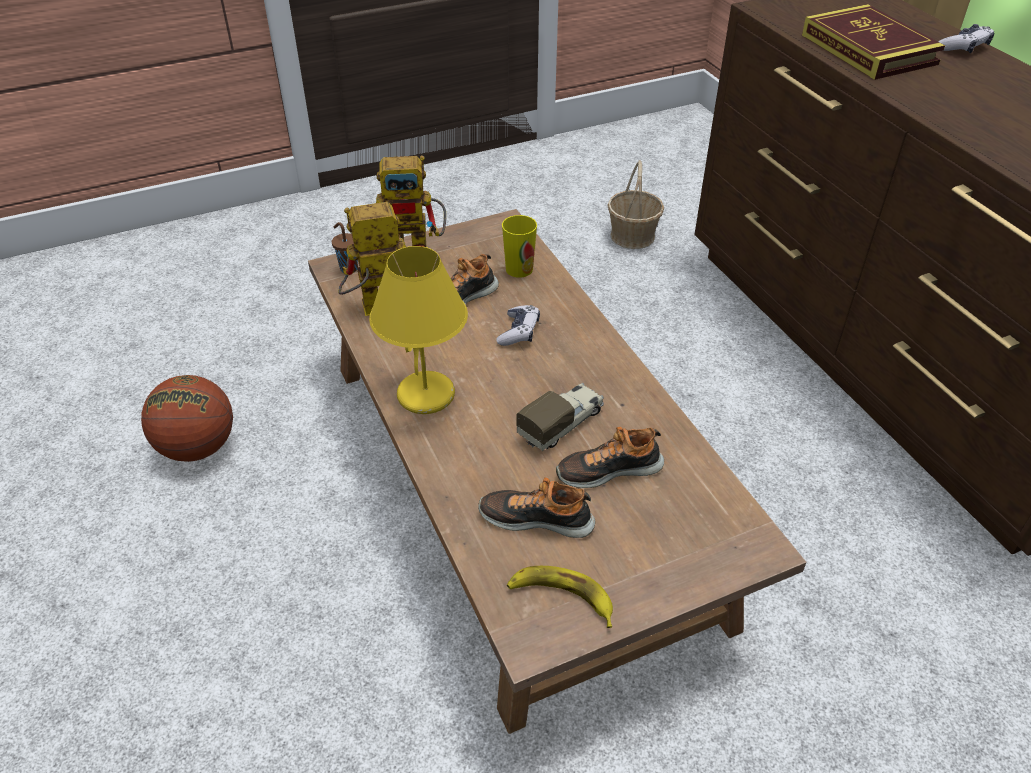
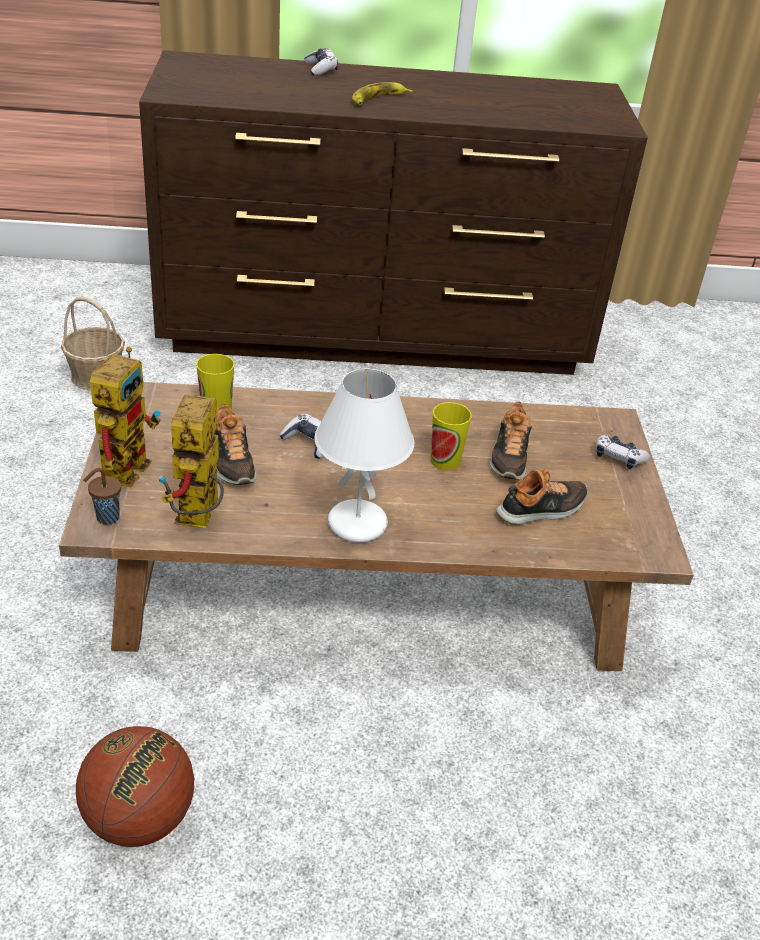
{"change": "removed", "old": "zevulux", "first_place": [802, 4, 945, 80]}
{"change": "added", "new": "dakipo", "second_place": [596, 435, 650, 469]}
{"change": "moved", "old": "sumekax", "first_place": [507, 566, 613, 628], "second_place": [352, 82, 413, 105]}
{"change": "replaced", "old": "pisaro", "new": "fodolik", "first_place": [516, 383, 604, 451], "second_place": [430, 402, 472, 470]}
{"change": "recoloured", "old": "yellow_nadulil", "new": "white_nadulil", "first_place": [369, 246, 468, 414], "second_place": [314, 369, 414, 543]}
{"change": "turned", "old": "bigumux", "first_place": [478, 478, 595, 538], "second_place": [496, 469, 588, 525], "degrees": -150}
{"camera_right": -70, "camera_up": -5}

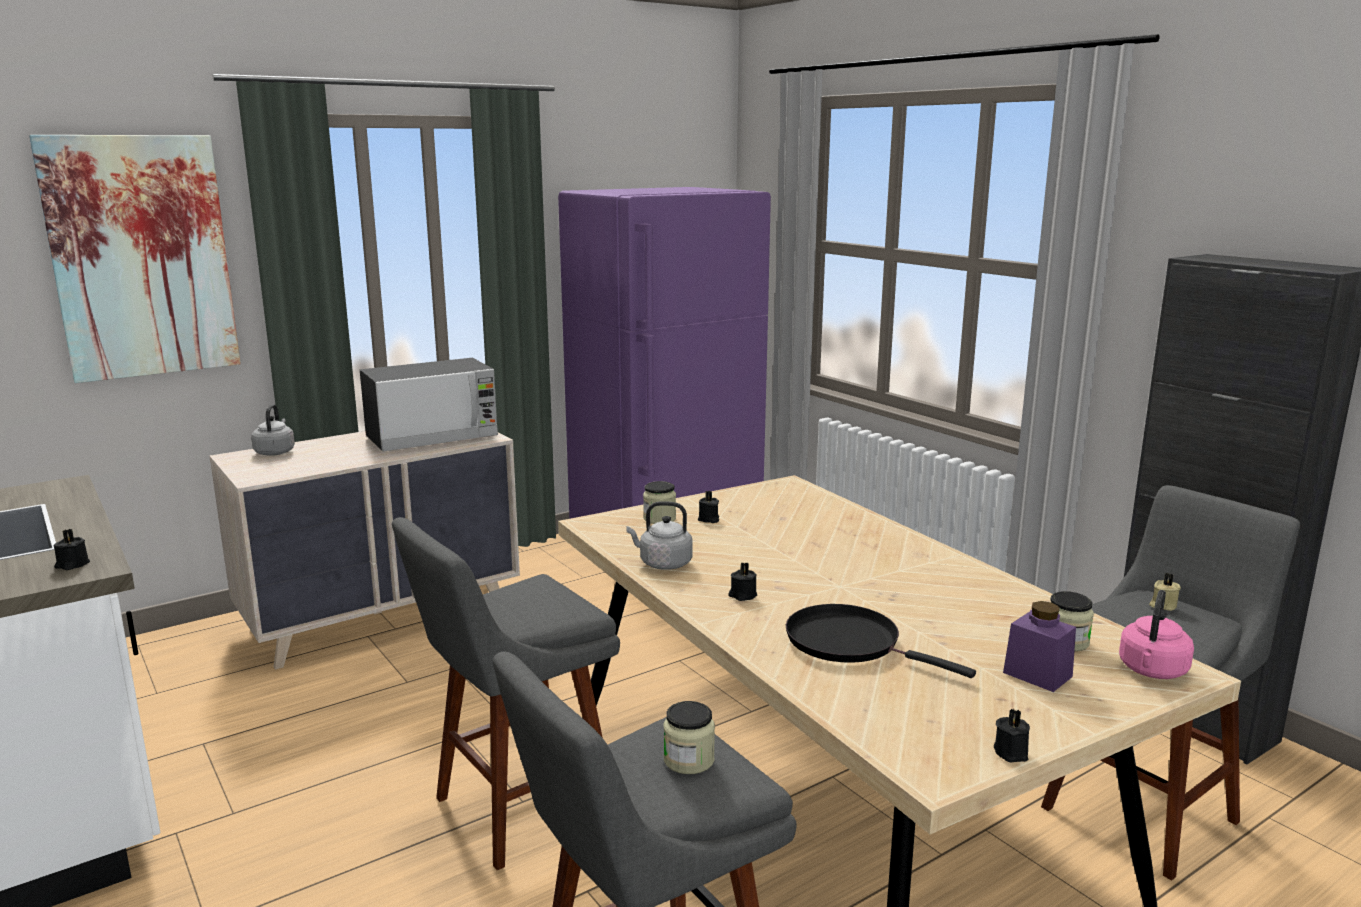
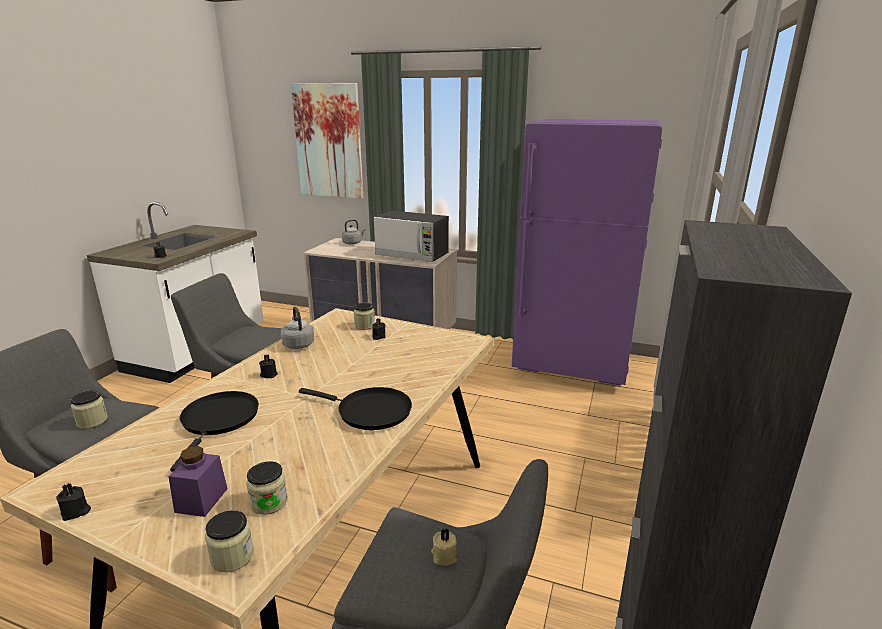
{"change": "added", "new": "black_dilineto", "second_place": [299, 387, 412, 430]}
{"change": "replaced", "old": "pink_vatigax", "new": "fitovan", "first_place": [1119, 590, 1194, 679], "second_place": [205, 510, 254, 573]}
{"camera_right": 55, "camera_up": 5}

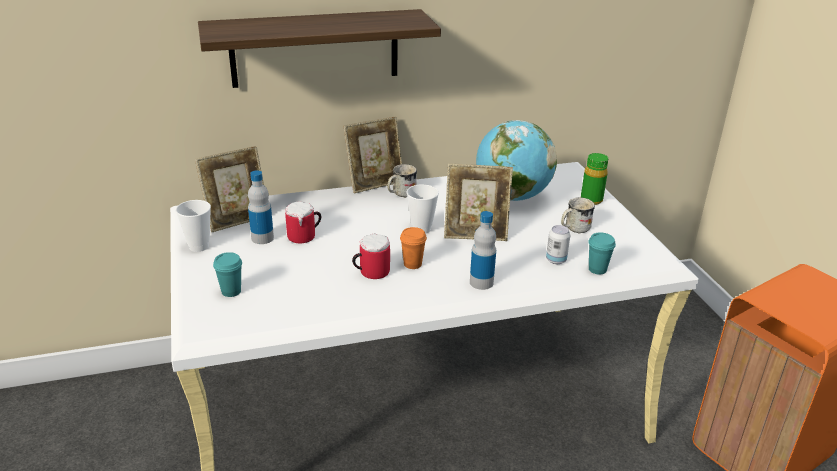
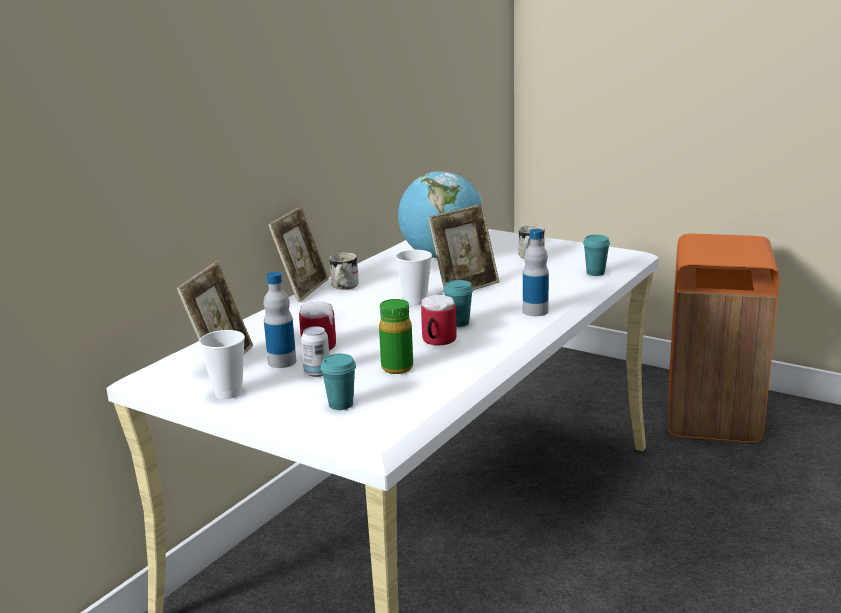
{"change": "removed", "old": "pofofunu", "first_place": [198, 9, 441, 88]}
{"change": "moved", "old": "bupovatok", "first_place": [546, 225, 570, 264], "second_place": [301, 326, 329, 377]}
{"change": "moved", "old": "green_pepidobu", "first_place": [581, 153, 608, 205], "second_place": [379, 299, 413, 374]}
{"change": "recoloured", "old": "orange_fodolik", "new": "turquoise_fodolik", "first_place": [400, 227, 427, 269], "second_place": [443, 280, 473, 327]}
{"camera_right": -40, "camera_up": -10}

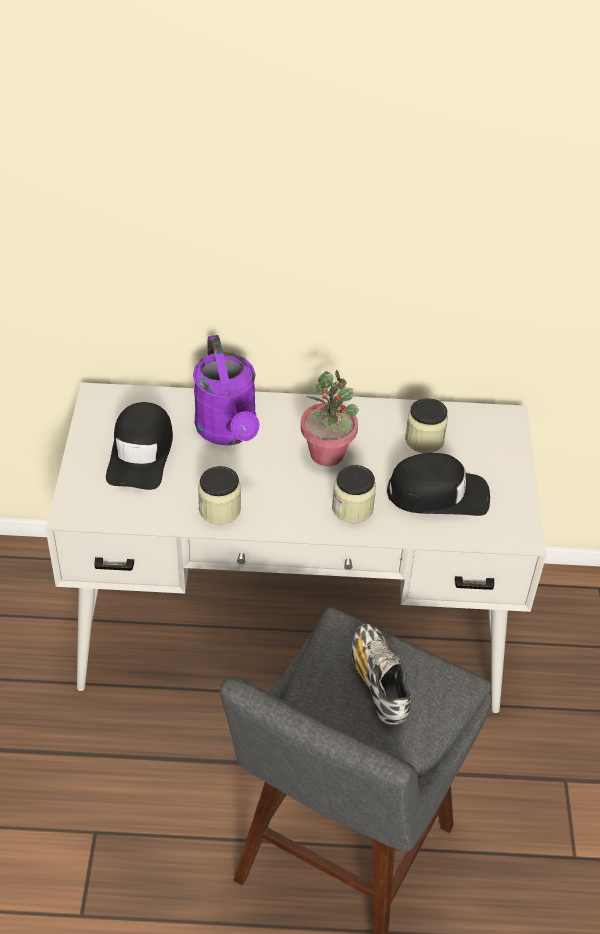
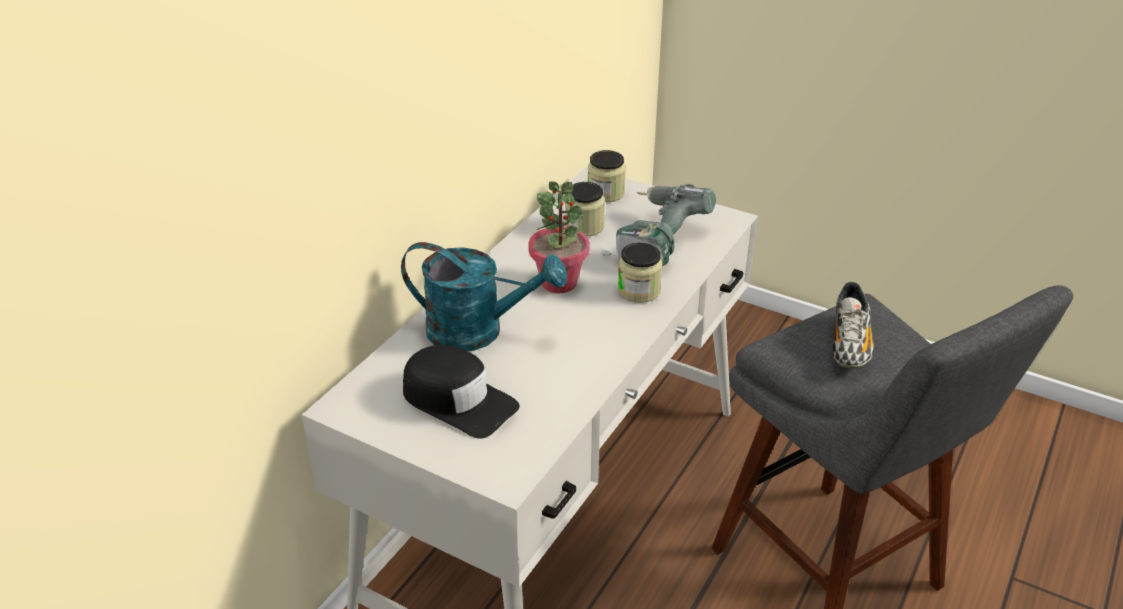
{"change": "moved", "old": "fitovan", "first_place": [198, 466, 241, 525], "second_place": [588, 150, 626, 202]}
{"change": "replaced", "old": "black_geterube", "new": "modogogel", "first_place": [387, 453, 490, 516], "second_place": [601, 184, 716, 266]}
{"change": "recoloured", "old": "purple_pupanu", "new": "turquoise_pupanu", "first_place": [193, 335, 260, 446], "second_place": [401, 242, 567, 351]}
{"change": "turned", "old": "bigumux", "first_place": [352, 624, 411, 725], "second_place": [832, 282, 874, 369], "degrees": -90}
{"camera_right": -60, "camera_up": -10}

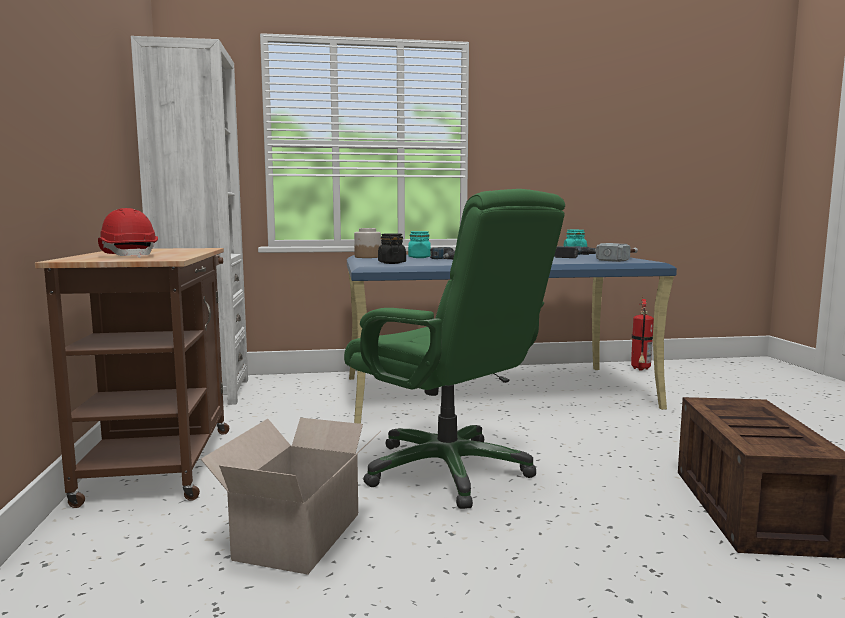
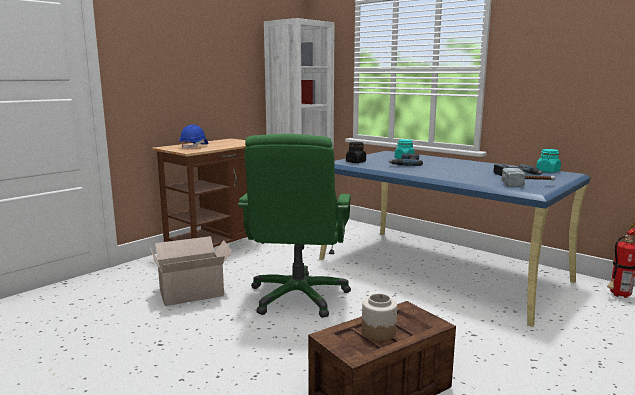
{"change": "moved", "old": "fitovan", "first_place": [354, 228, 381, 258], "second_place": [362, 294, 397, 341]}
{"change": "recoloured", "old": "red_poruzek", "new": "blue_poruzek", "first_place": [98, 208, 158, 258], "second_place": [179, 125, 208, 149]}
{"camera_right": 50, "camera_up": 5}

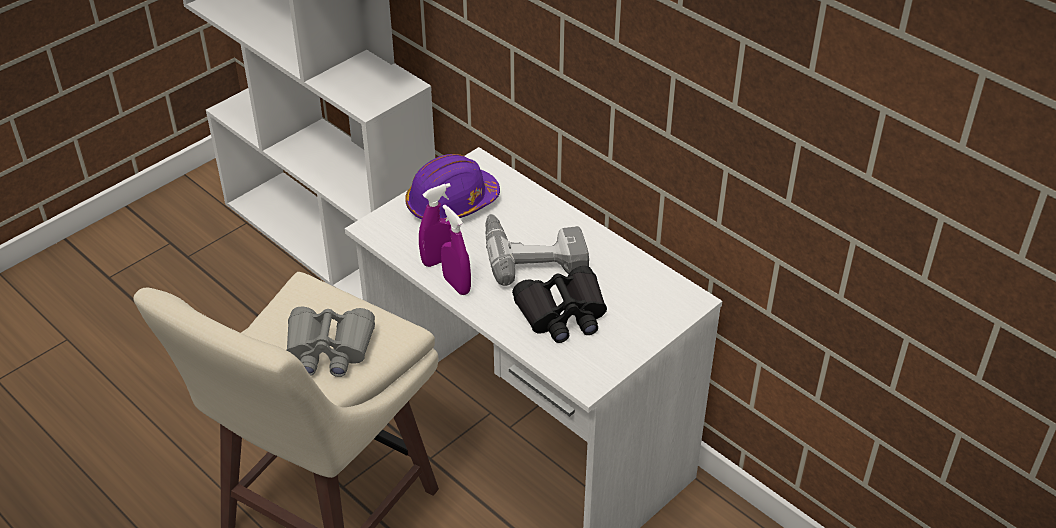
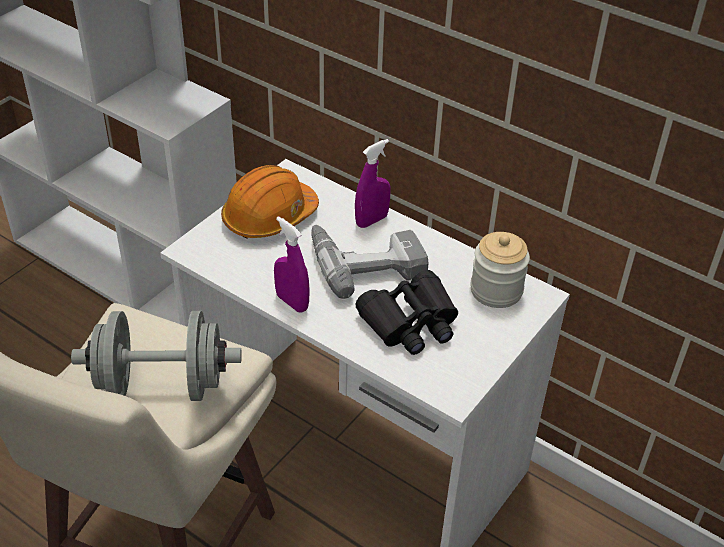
{"change": "added", "new": "fitovan", "second_place": [470, 232, 530, 308]}
{"change": "moved", "old": "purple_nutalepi", "first_place": [419, 183, 452, 267], "second_place": [355, 139, 390, 228]}
{"change": "replaced", "old": "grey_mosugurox", "new": "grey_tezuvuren", "first_place": [286, 306, 375, 377], "second_place": [71, 311, 242, 401]}
{"change": "recoloured", "old": "purple_poruzek", "new": "orange_poruzek", "first_place": [405, 154, 500, 219], "second_place": [221, 165, 319, 238]}
{"camera_right": -10, "camera_up": 0}

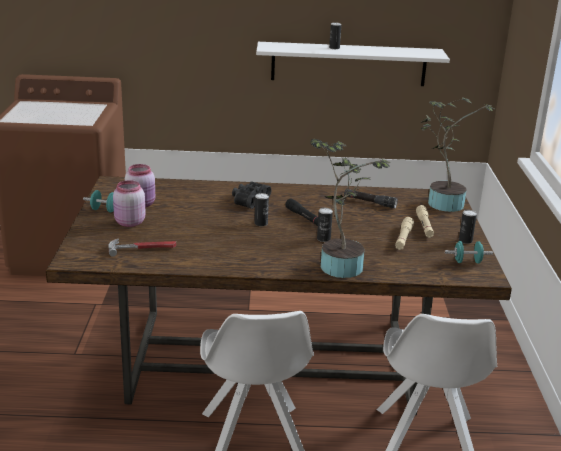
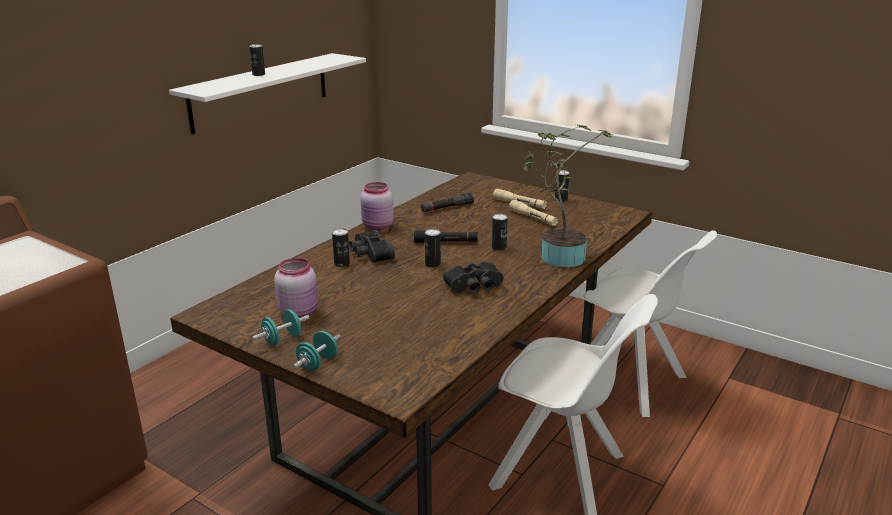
{"change": "removed", "old": "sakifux", "first_place": [109, 238, 176, 257]}
{"change": "removed", "old": "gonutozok", "first_place": [420, 98, 494, 212]}
{"change": "added", "new": "bupovatok", "second_place": [332, 228, 350, 267]}
{"change": "added", "new": "black_mosugurox", "second_place": [443, 261, 504, 293]}
{"change": "moved", "old": "pink_fitovan", "first_place": [113, 180, 146, 227], "second_place": [361, 182, 394, 230]}
{"change": "moved", "old": "turquoise_tezuvuren", "first_place": [445, 241, 493, 264], "second_place": [293, 331, 340, 371]}
{"camera_right": -55, "camera_up": 0}

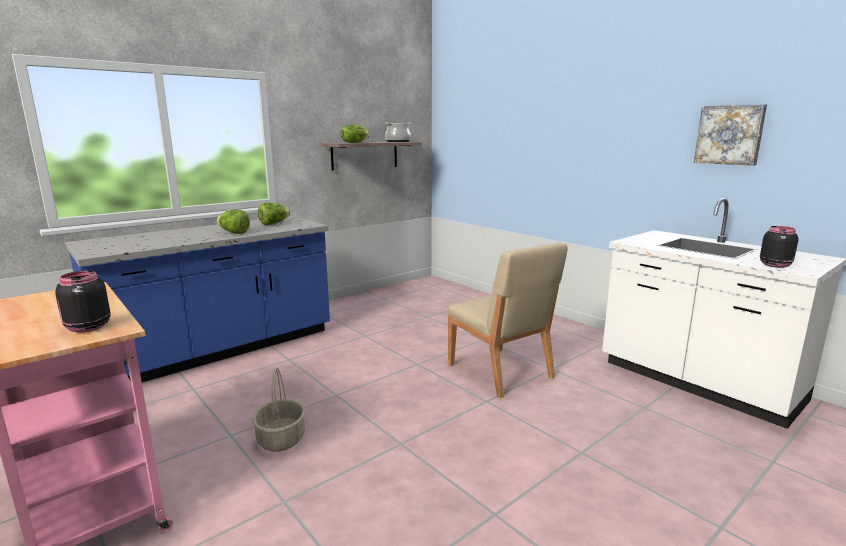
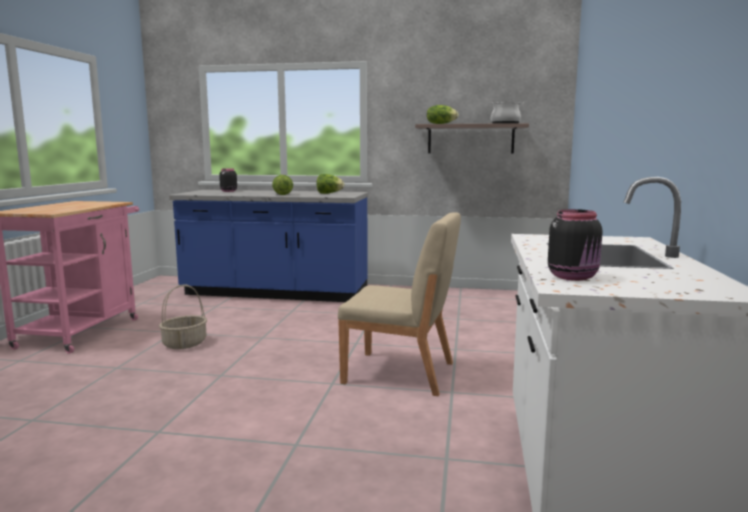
{"change": "removed", "old": "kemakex", "first_place": [694, 104, 767, 166]}
{"change": "moved", "old": "black_fitovan", "first_place": [55, 271, 111, 333], "second_place": [219, 168, 237, 192]}
{"change": "turned", "old": "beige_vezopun", "first_place": [447, 242, 568, 398], "second_place": [338, 212, 461, 396], "degrees": -90}
{"camera_right": 50, "camera_up": -5}

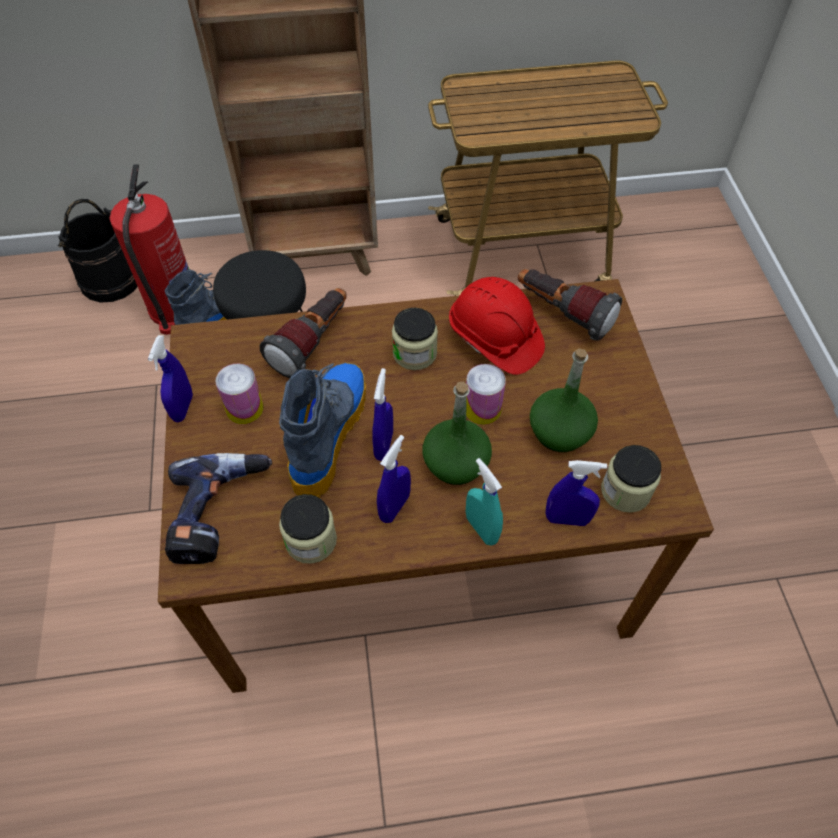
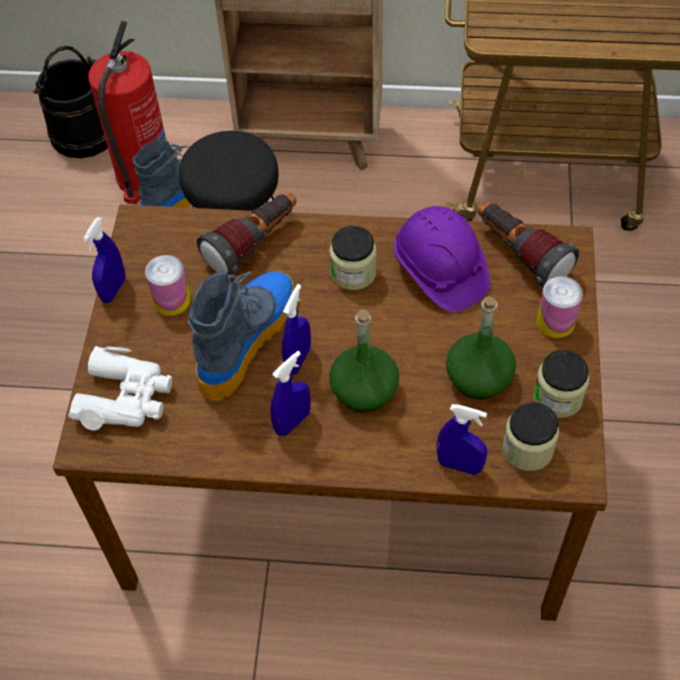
{"change": "removed", "old": "turquoise_nutalepi", "first_place": [466, 458, 503, 545]}
{"change": "moved", "old": "fitovan", "first_place": [279, 494, 337, 564], "second_place": [533, 350, 590, 418]}
{"change": "moved", "old": "bupovatok", "first_place": [466, 364, 506, 425], "second_place": [537, 276, 583, 338]}
{"change": "replaced", "old": "modogogel", "new": "white_mosugurox", "first_place": [165, 453, 272, 564], "second_place": [68, 346, 172, 431]}
{"change": "recoloured", "old": "red_poruzek", "new": "purple_poruzek", "first_place": [449, 277, 545, 375], "second_place": [394, 206, 490, 312]}
{"camera_right": 15, "camera_up": 0}

